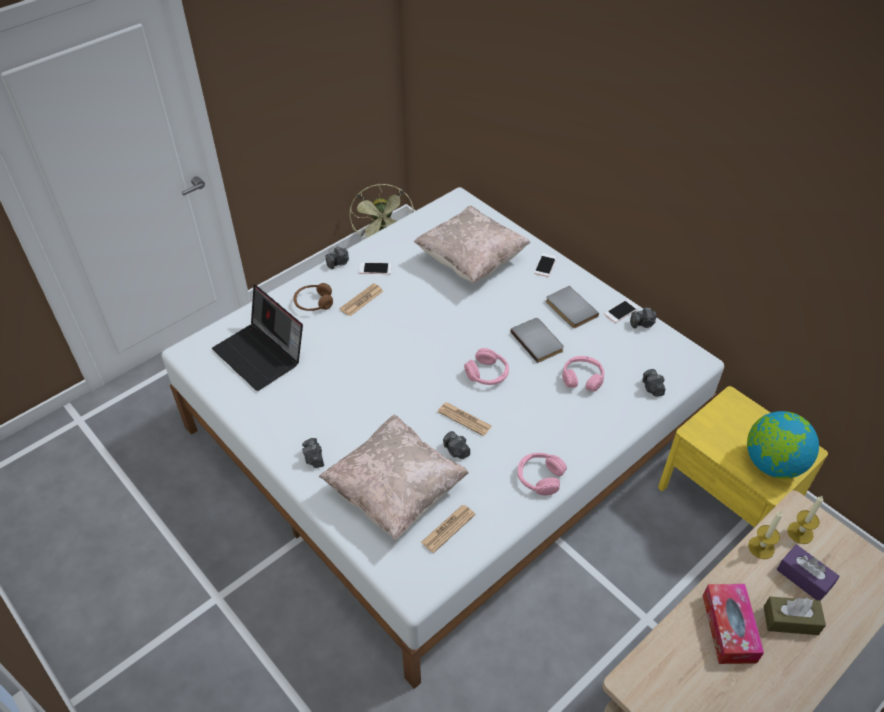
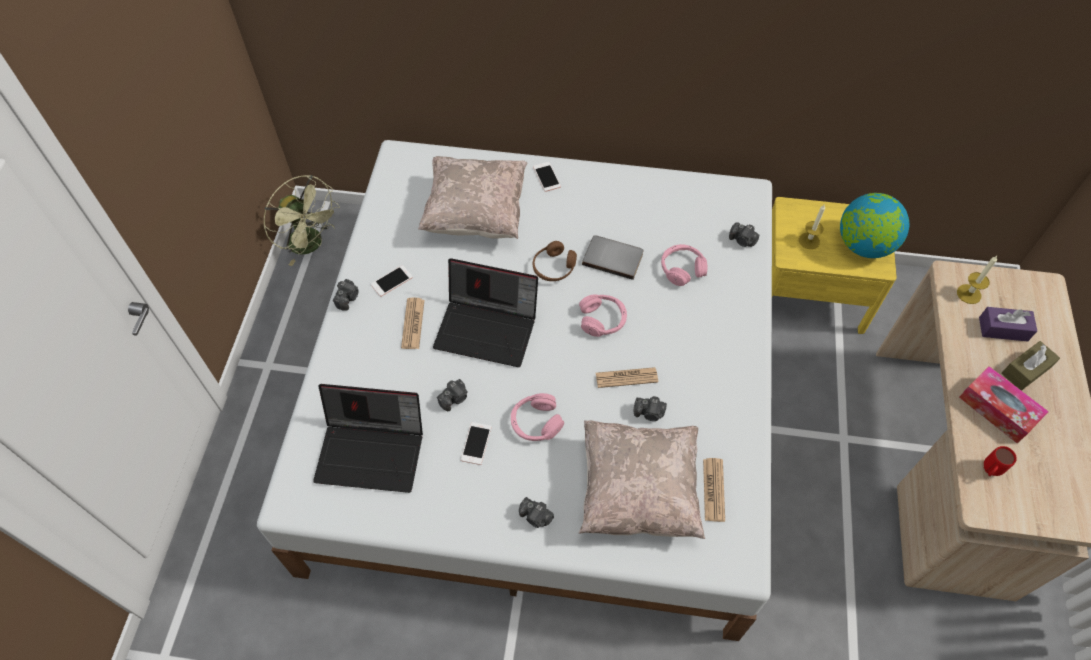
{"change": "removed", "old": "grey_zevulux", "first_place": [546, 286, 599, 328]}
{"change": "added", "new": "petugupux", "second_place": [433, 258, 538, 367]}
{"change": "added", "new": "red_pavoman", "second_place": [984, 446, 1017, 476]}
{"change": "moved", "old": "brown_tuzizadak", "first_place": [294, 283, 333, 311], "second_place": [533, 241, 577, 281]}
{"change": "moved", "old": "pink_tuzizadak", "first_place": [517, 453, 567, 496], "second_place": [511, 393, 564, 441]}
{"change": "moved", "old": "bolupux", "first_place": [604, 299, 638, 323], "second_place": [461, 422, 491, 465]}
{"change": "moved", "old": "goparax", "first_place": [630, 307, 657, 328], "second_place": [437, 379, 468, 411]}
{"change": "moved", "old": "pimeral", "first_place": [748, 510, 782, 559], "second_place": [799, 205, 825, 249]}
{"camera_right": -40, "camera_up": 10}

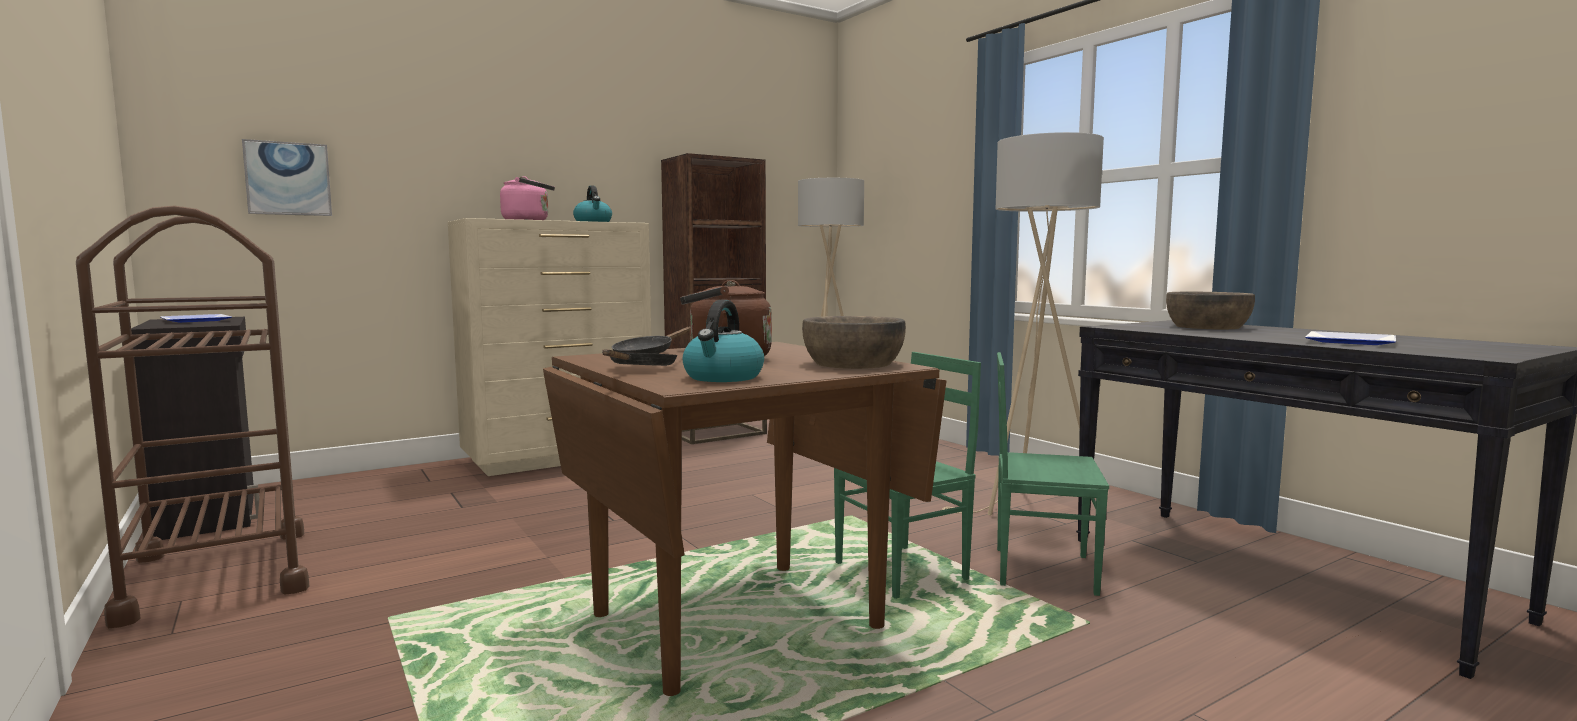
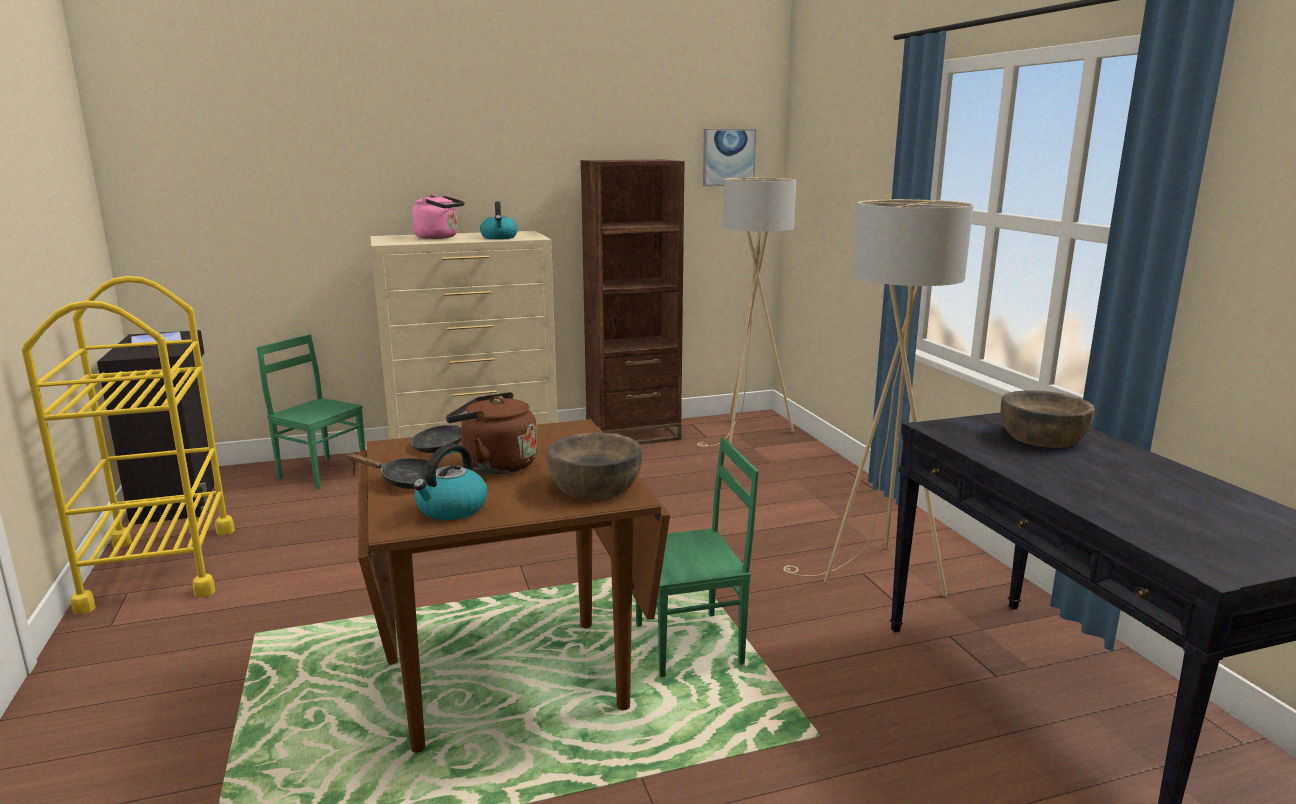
{"change": "removed", "old": "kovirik", "first_place": [1305, 331, 1396, 345]}
{"change": "moved", "old": "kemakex", "first_place": [242, 139, 332, 216], "second_place": [703, 129, 756, 186]}
{"change": "moved", "old": "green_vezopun", "first_place": [997, 352, 1109, 596], "second_place": [257, 334, 365, 489]}
{"change": "recoloured", "old": "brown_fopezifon", "new": "yellow_fopezifon", "first_place": [76, 206, 309, 628], "second_place": [22, 276, 235, 615]}
{"change": "turned", "old": "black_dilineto", "first_place": [602, 349, 677, 366], "second_place": [344, 453, 441, 489], "degrees": 75}
{"camera_right": 15, "camera_up": 10}

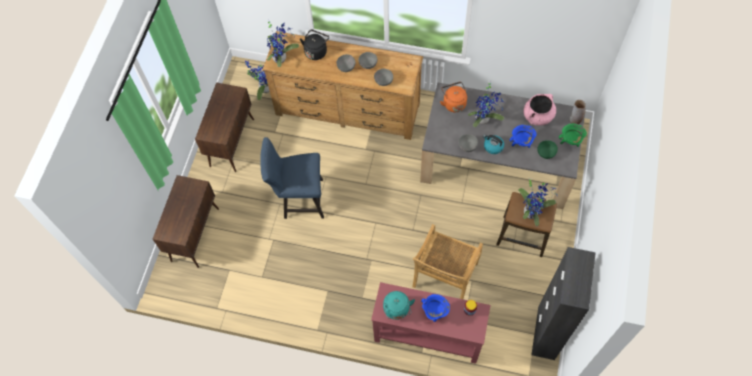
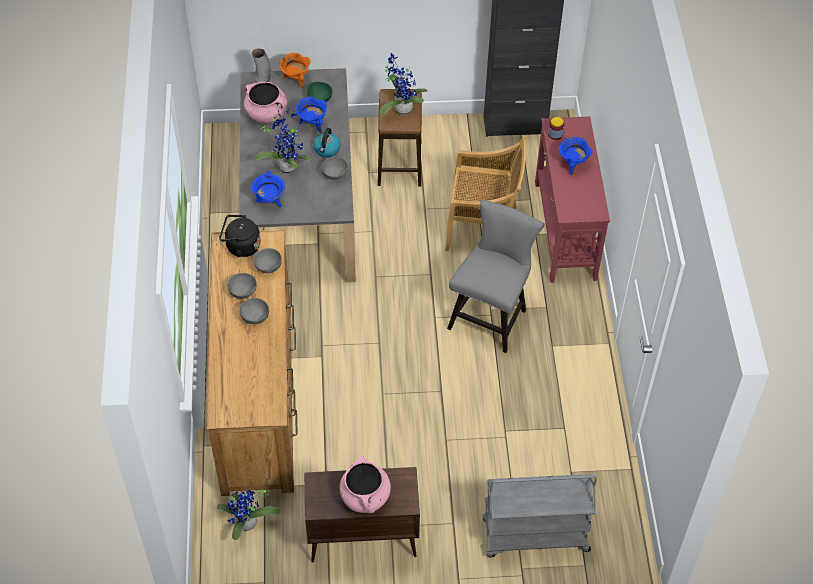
{"change": "removed", "old": "blue_vezopun", "first_place": [260, 137, 324, 219]}
{"change": "removed", "old": "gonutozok", "first_place": [267, 22, 299, 67]}
{"change": "removed", "old": "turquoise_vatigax", "first_place": [383, 291, 415, 320]}
{"change": "added", "new": "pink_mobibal", "second_place": [339, 456, 391, 513]}
{"change": "added", "new": "grey_vezopun", "second_place": [447, 200, 544, 353]}
{"change": "moved", "old": "black_vatigax", "first_place": [300, 29, 329, 60], "second_place": [219, 215, 261, 257]}
{"change": "replaced", "old": "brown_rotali", "new": "grey_fopezifon", "first_place": [153, 175, 219, 268], "second_place": [482, 474, 597, 557]}
{"change": "replaced", "old": "orange_vatigax", "new": "blue_mobibal", "first_place": [440, 82, 467, 112], "second_place": [251, 170, 285, 207]}
{"change": "recoloured", "old": "green_mobibal", "new": "orange_mobibal", "first_place": [559, 123, 587, 147], "second_place": [279, 53, 311, 88]}
{"camera_right": -110, "camera_up": -10}

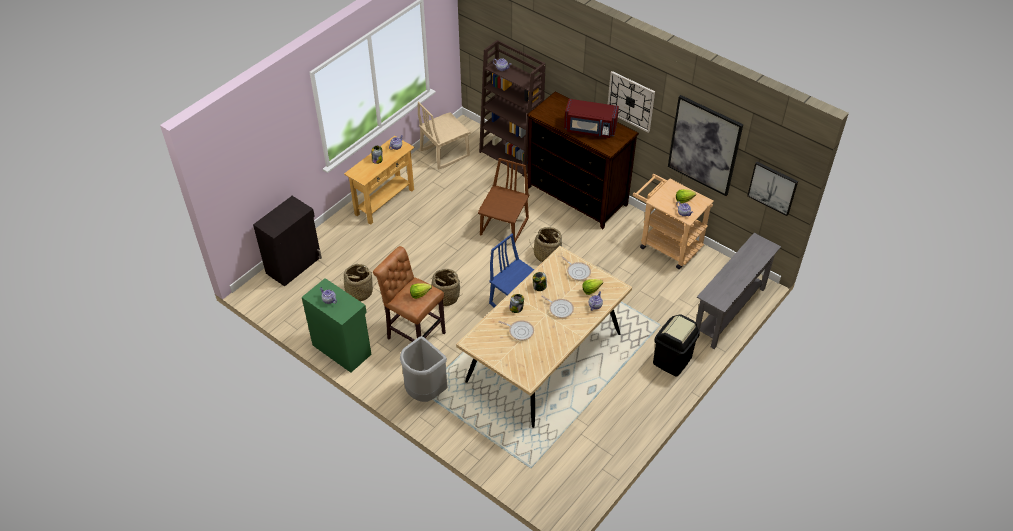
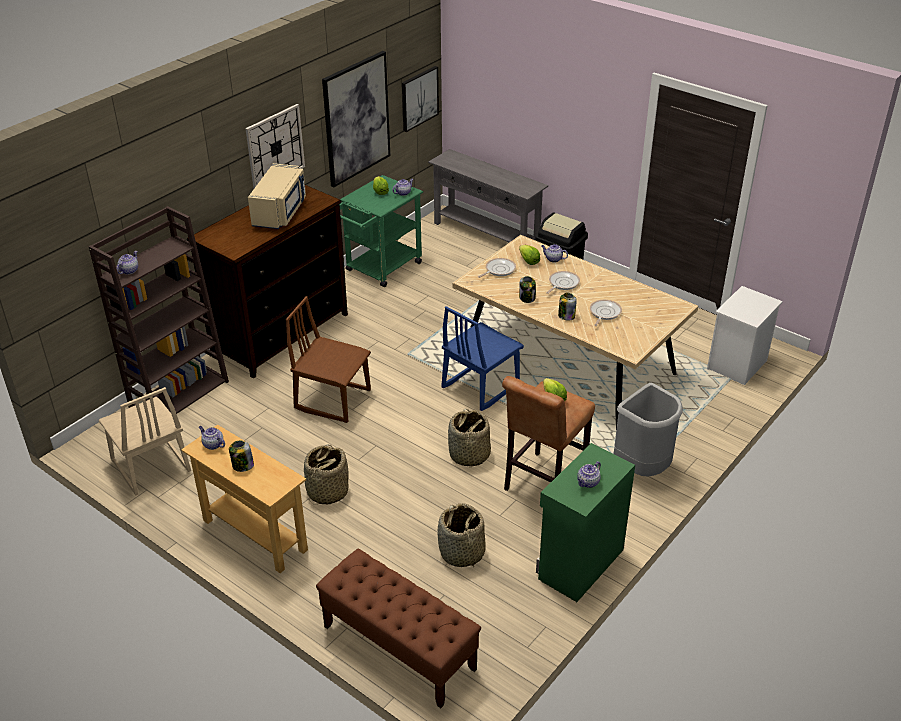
{"change": "added", "new": "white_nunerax", "second_place": [707, 286, 783, 385]}
{"change": "moved", "old": "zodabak", "first_place": [530, 227, 563, 262], "second_place": [304, 444, 349, 505]}
{"change": "replaced", "old": "black_rotali", "new": "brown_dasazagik", "first_place": [253, 196, 322, 287], "second_place": [316, 549, 481, 708]}
{"change": "recoloured", "old": "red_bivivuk", "new": "beige_bivivuk", "first_place": [564, 99, 619, 138], "second_place": [248, 163, 306, 229]}
{"change": "recoloured", "old": "beige_fopezifon", "new": "green_fopezifon", "first_place": [633, 174, 714, 269], "second_place": [340, 175, 423, 287]}
{"camera_right": -90, "camera_up": -10}

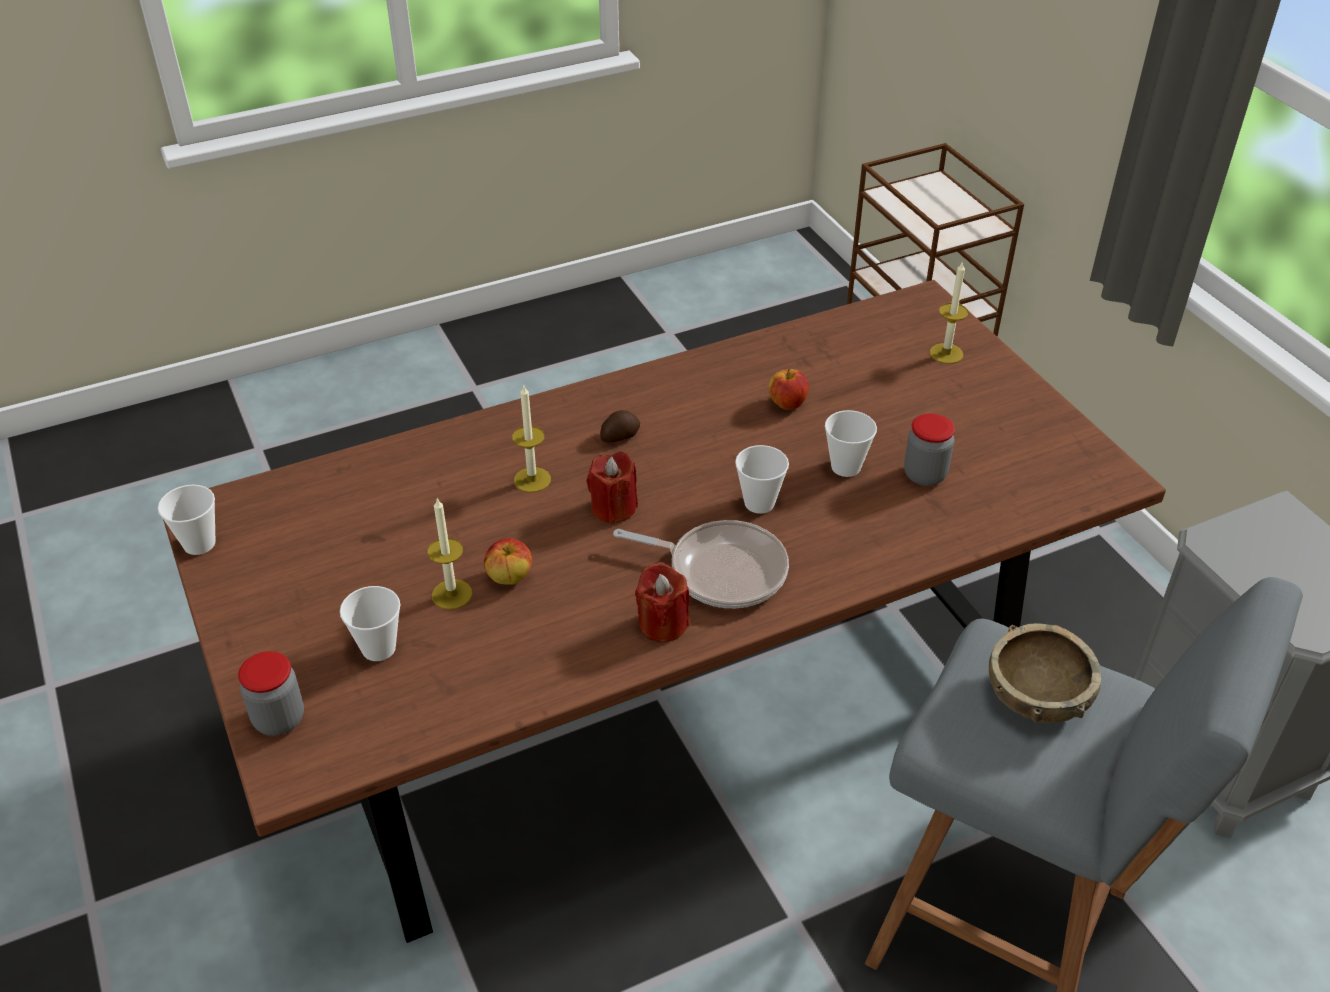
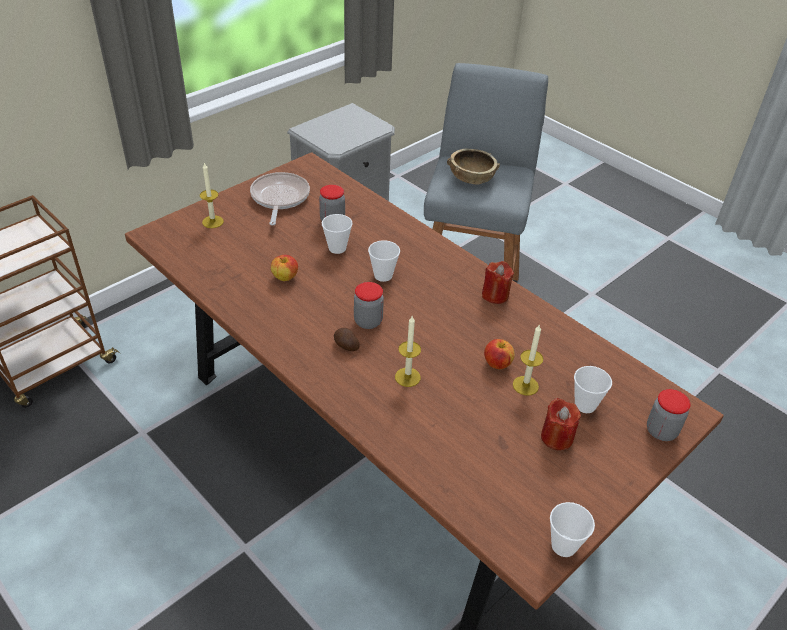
{"change": "added", "new": "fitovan", "second_place": [354, 282, 384, 329]}
{"change": "moved", "old": "red_pimeral", "first_place": [587, 451, 638, 524], "second_place": [541, 398, 581, 451]}
{"change": "moved", "old": "dilineto", "first_place": [613, 520, 789, 608], "second_place": [250, 172, 310, 226]}
{"camera_right": -110, "camera_up": 0}

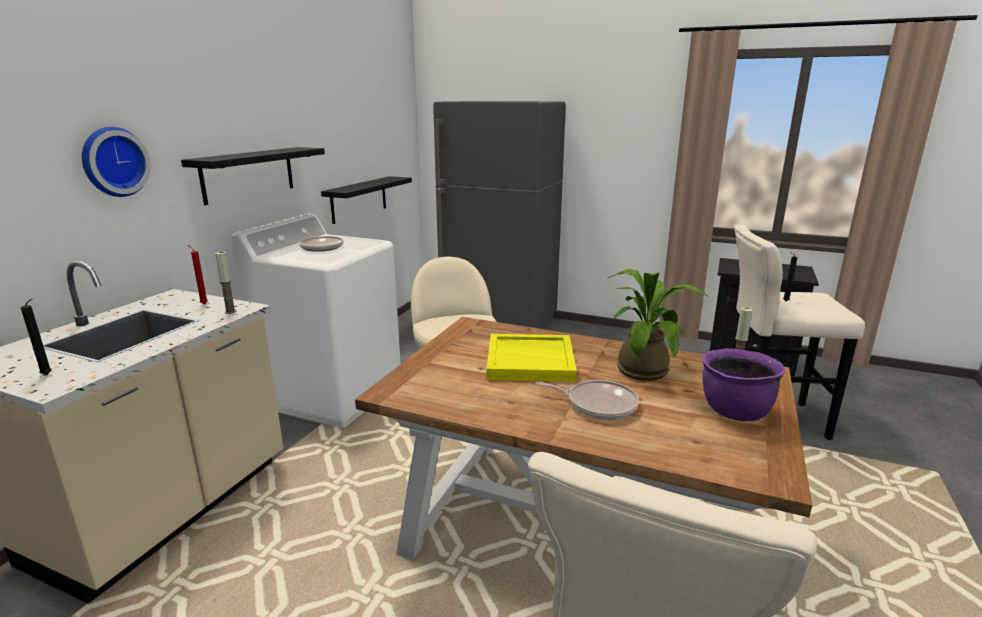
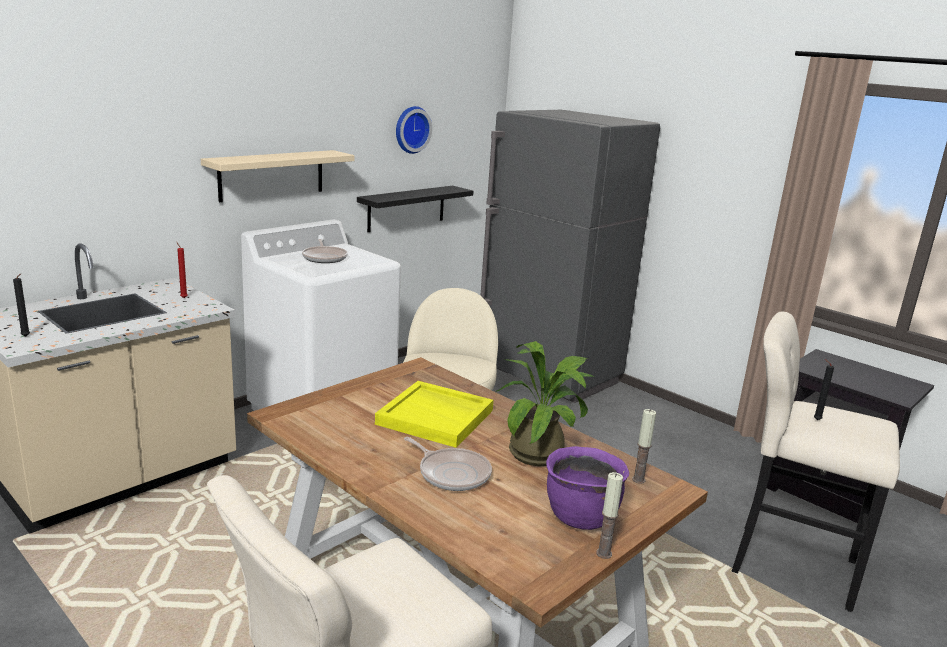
{"change": "moved", "old": "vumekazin", "first_place": [82, 127, 151, 197], "second_place": [396, 106, 432, 154]}
{"change": "moved", "old": "pimeral", "first_place": [215, 251, 236, 314], "second_place": [596, 472, 623, 559]}
{"change": "recoloured", "old": "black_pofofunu", "new": "beige_pofofunu", "first_place": [181, 147, 325, 205], "second_place": [201, 150, 355, 202]}
{"camera_right": 20, "camera_up": 0}

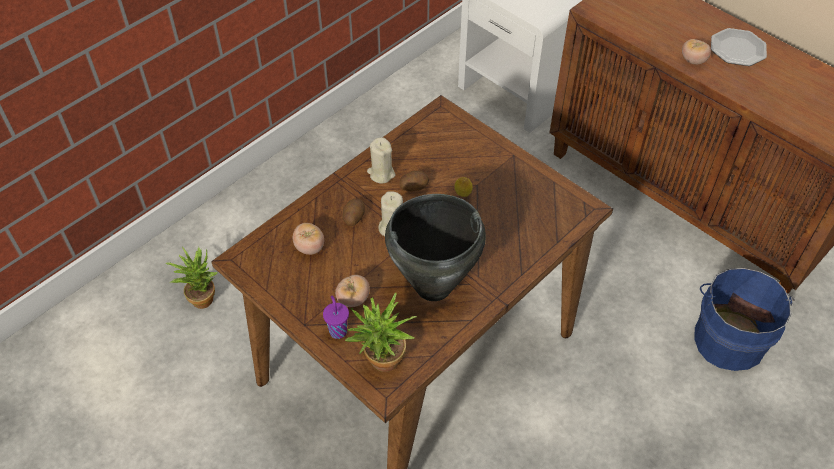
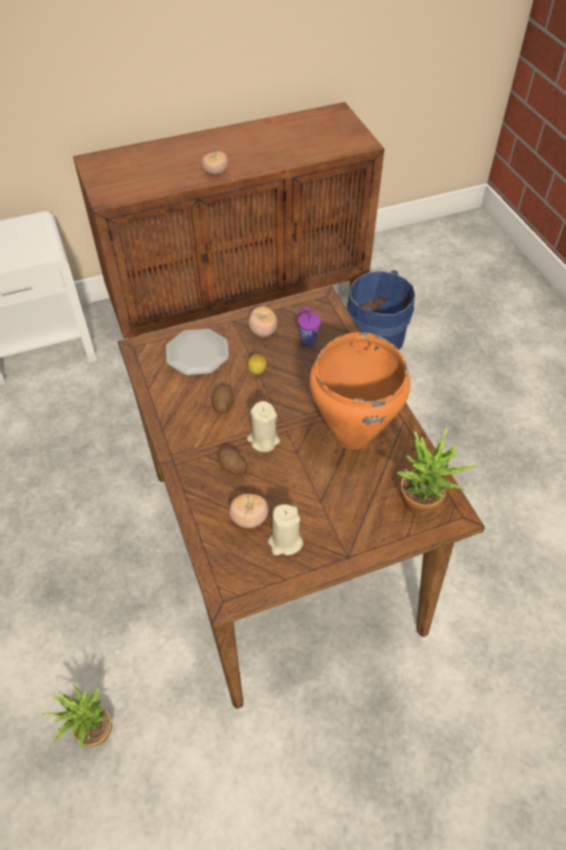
{"change": "moved", "old": "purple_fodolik", "first_place": [323, 296, 349, 339], "second_place": [296, 307, 321, 348]}
{"change": "moved", "old": "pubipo", "first_place": [335, 275, 370, 307], "second_place": [248, 306, 277, 337]}
{"change": "moved", "old": "beige_pimeral", "first_place": [367, 137, 395, 184], "second_place": [268, 504, 303, 555]}
{"change": "moved", "old": "kovirik", "first_place": [711, 28, 767, 66], "second_place": [166, 329, 229, 376]}
{"change": "recoloured", "old": "black_mobibal", "new": "orange_mobibal", "first_place": [385, 194, 486, 301], "second_place": [309, 332, 410, 449]}
{"camera_right": -65, "camera_up": 0}

